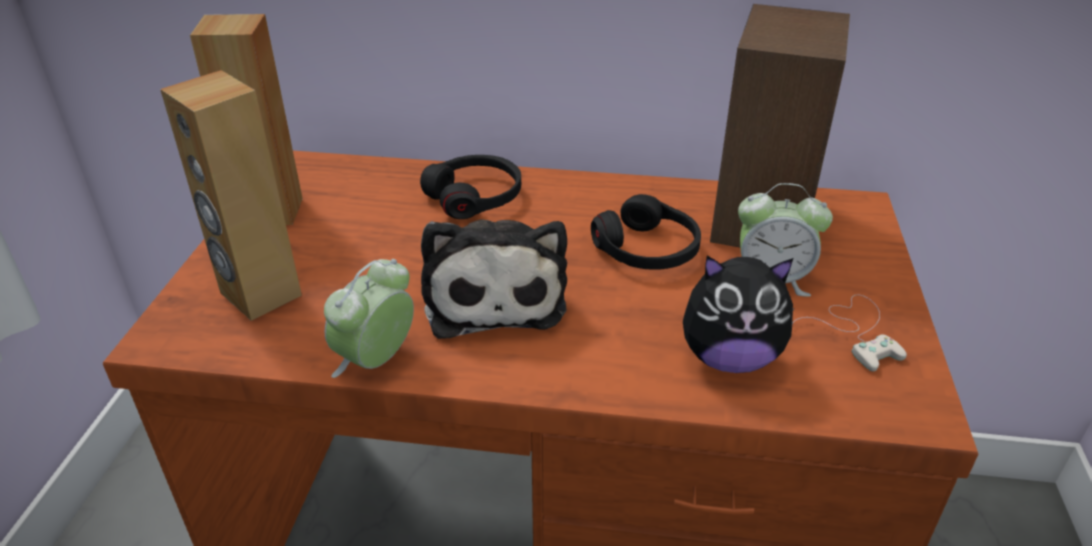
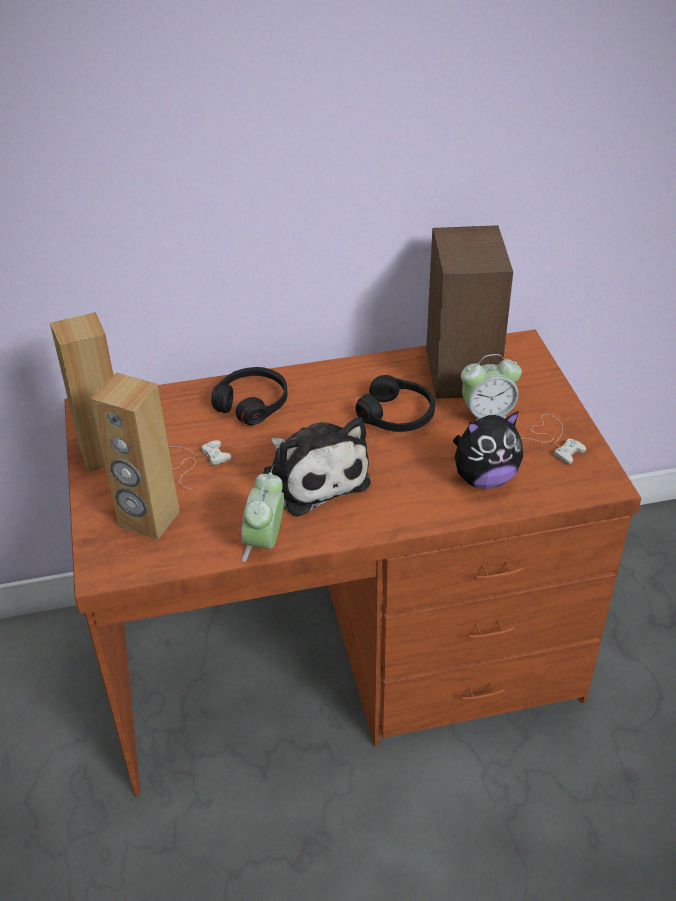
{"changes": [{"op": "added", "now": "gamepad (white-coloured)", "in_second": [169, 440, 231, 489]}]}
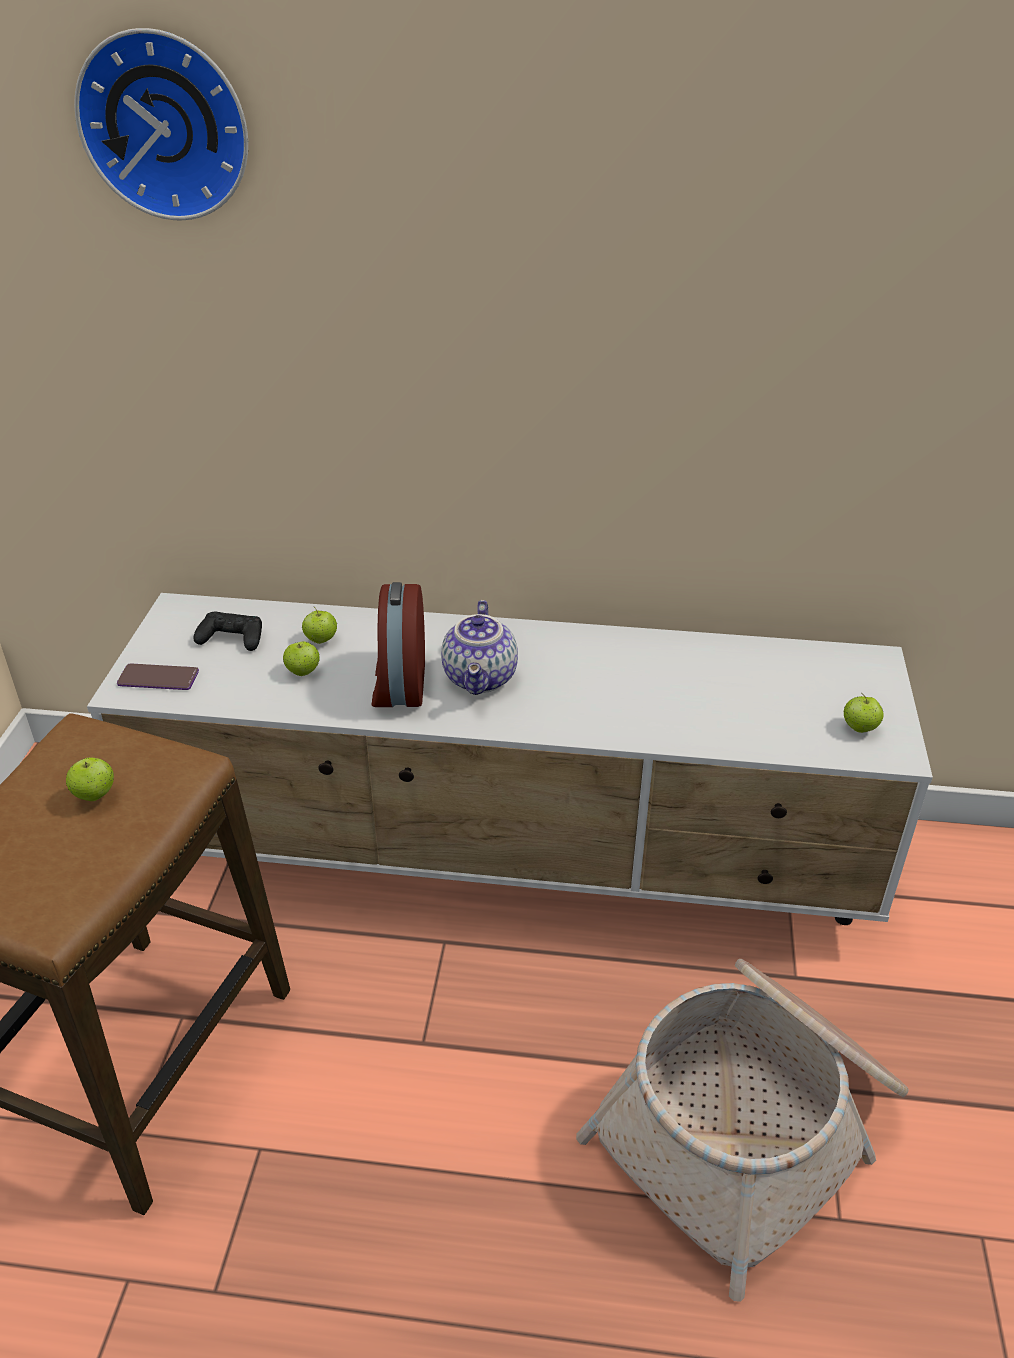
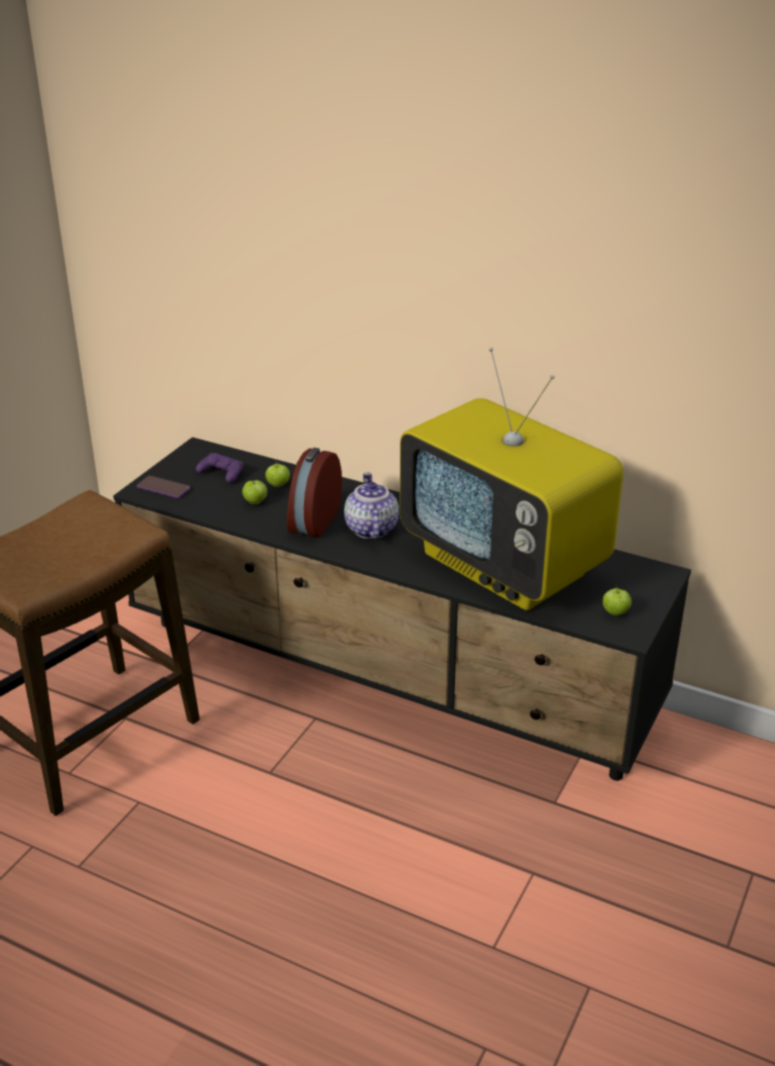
{"changes": [{"op": "recoloured", "was": "tv stand (white-coloured)", "now": "tv stand (blackish)", "in_first": [87, 593, 933, 925], "in_second": [113, 437, 691, 781]}, {"op": "recoloured", "was": "gamepad (blackish)", "now": "gamepad (purplish)", "in_first": [193, 612, 262, 651], "in_second": [196, 453, 244, 483]}, {"op": "turned", "was": "tea pot", "in_first": [441, 600, 518, 695], "in_second": [344, 473, 399, 539], "clockwise": 150}, {"op": "added", "now": "television", "in_second": [400, 347, 624, 611]}, {"op": "removed", "was": "apple", "in_first": [66, 757, 114, 801]}, {"op": "removed", "was": "hanging clock", "in_first": [74, 28, 248, 220]}, {"op": "removed", "was": "basket", "in_first": [576, 959, 909, 1302]}]}
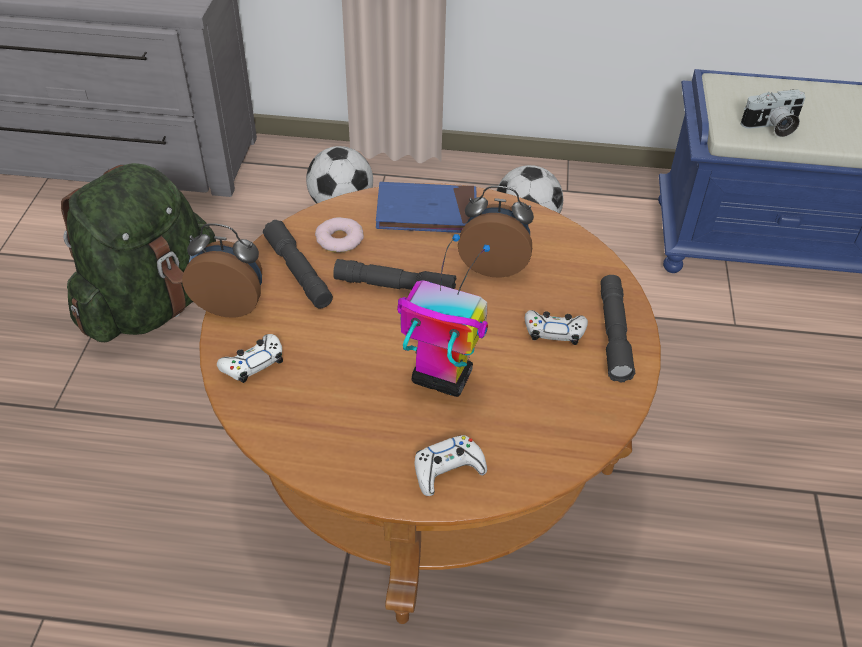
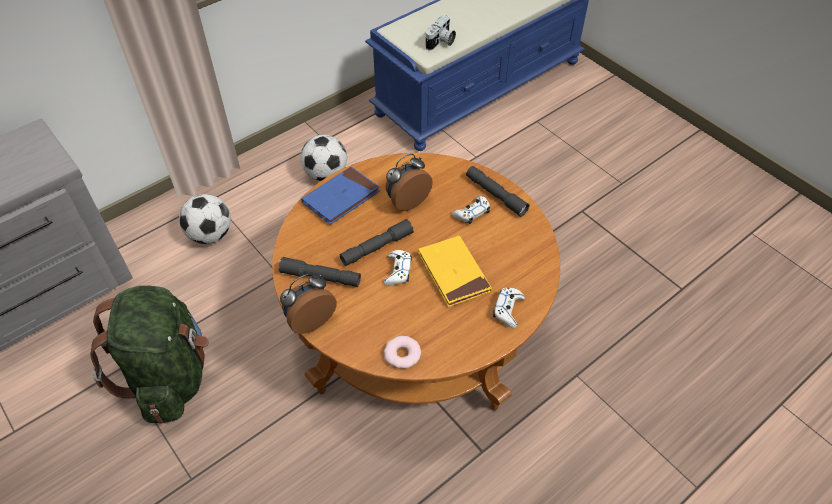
{"changes": [{"op": "moved", "was": "gamepad (white-coloured)", "in_first": [217, 334, 283, 383], "in_second": [384, 250, 412, 286]}, {"op": "moved", "was": "donut", "in_first": [315, 217, 364, 253], "in_second": [384, 336, 421, 369]}, {"op": "replaced", "was": "robot figure", "now": "volume (yellowish)", "in_first": [397, 234, 490, 397], "in_second": [418, 236, 492, 307]}]}
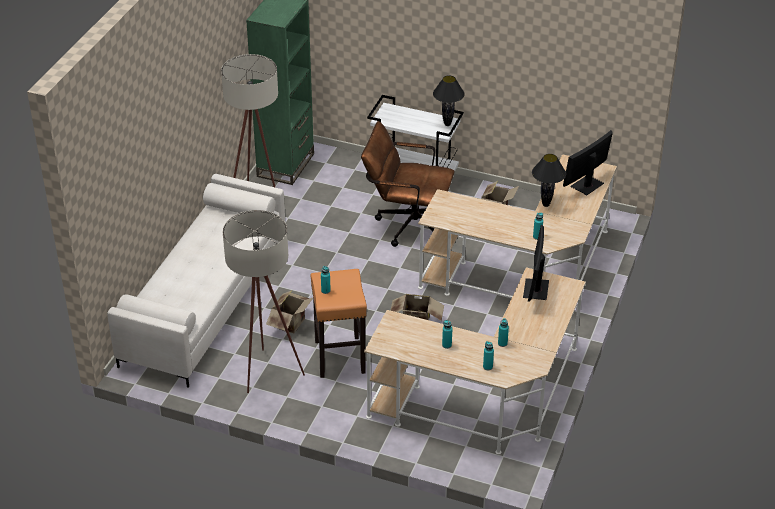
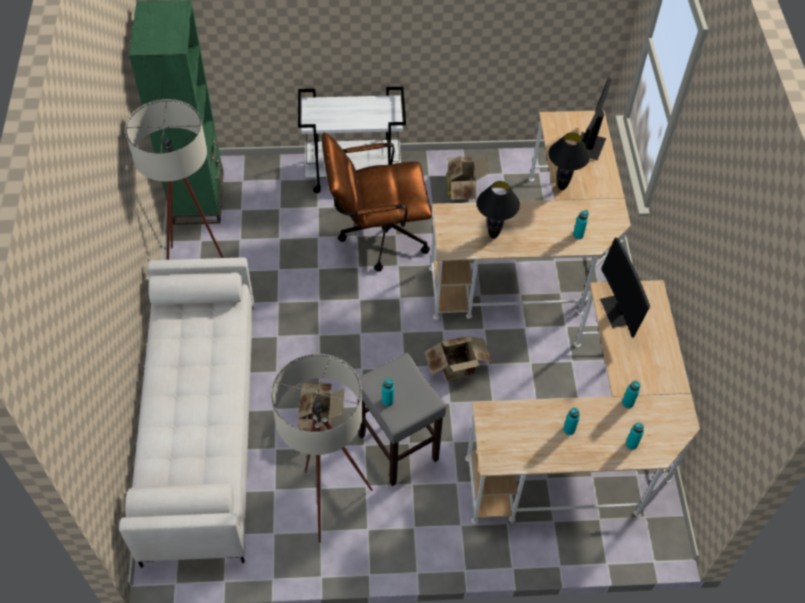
{"changes": [{"op": "recoloured", "was": "stool seat (orange)", "now": "stool seat (greyish)", "in_first": [310, 269, 367, 378], "in_second": [357, 353, 446, 486]}, {"op": "moved", "was": "lamp for a table (blackish)", "in_first": [433, 75, 465, 126], "in_second": [477, 181, 520, 239]}]}
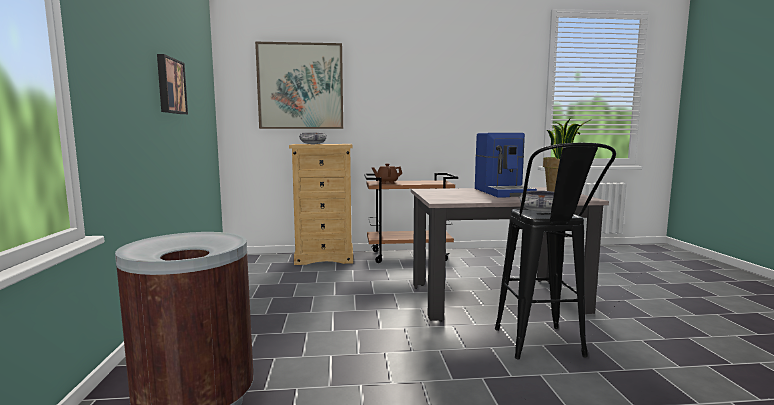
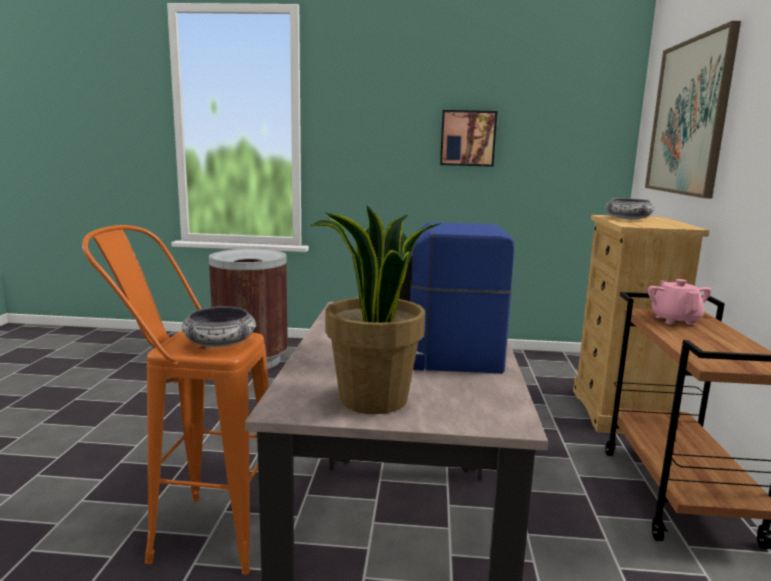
{"changes": [{"op": "recoloured", "was": "stool seat (blackish)", "now": "stool seat (orange)", "in_first": [495, 143, 616, 360], "in_second": [82, 225, 269, 575]}, {"op": "recoloured", "was": "tea pot (brownish)", "now": "tea pot (pinkish)", "in_first": [372, 163, 402, 184], "in_second": [648, 279, 712, 325]}]}
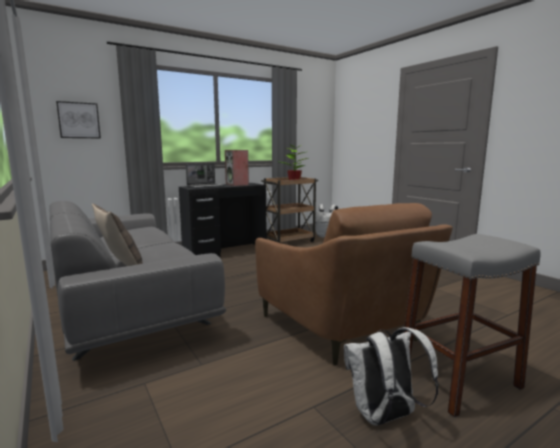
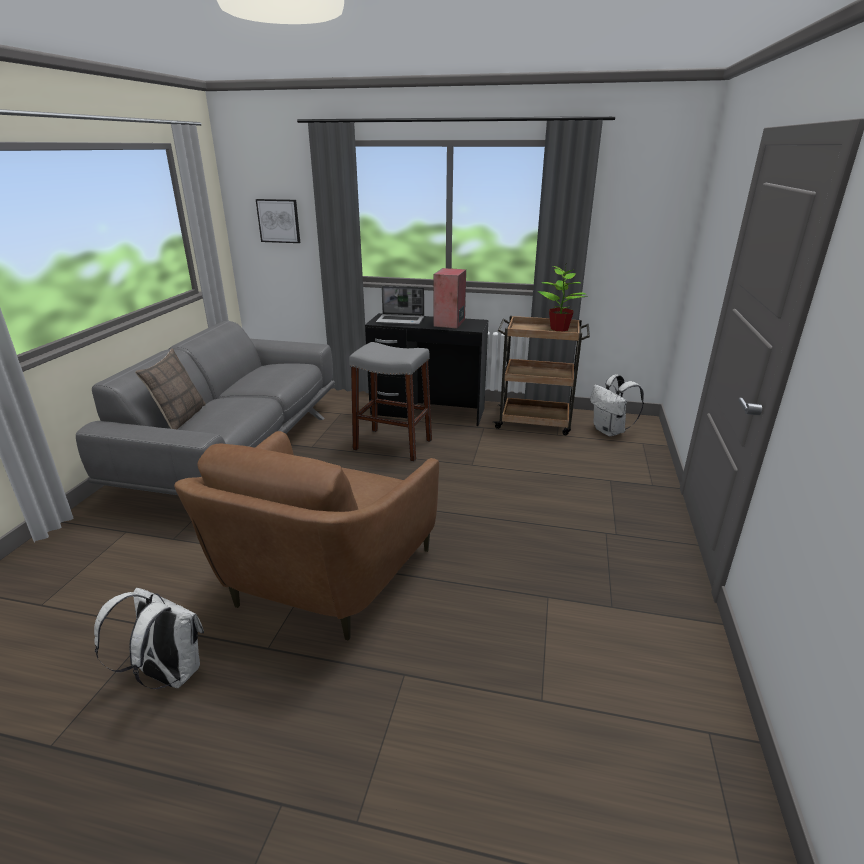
{"changes": [{"op": "moved", "was": "stool seat (greyish)", "in_first": [404, 234, 541, 418], "in_second": [349, 342, 432, 462]}]}
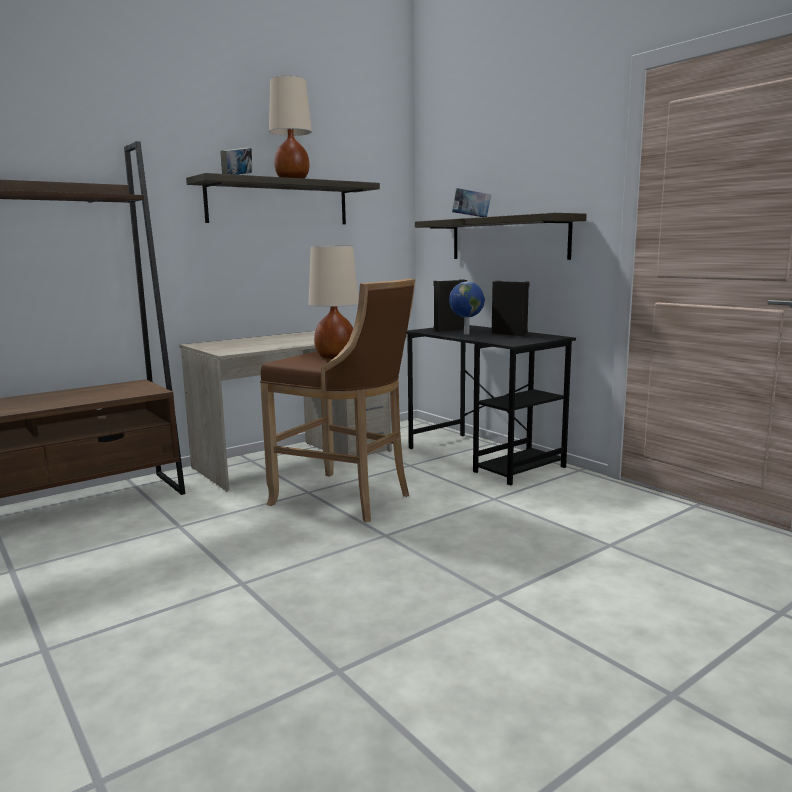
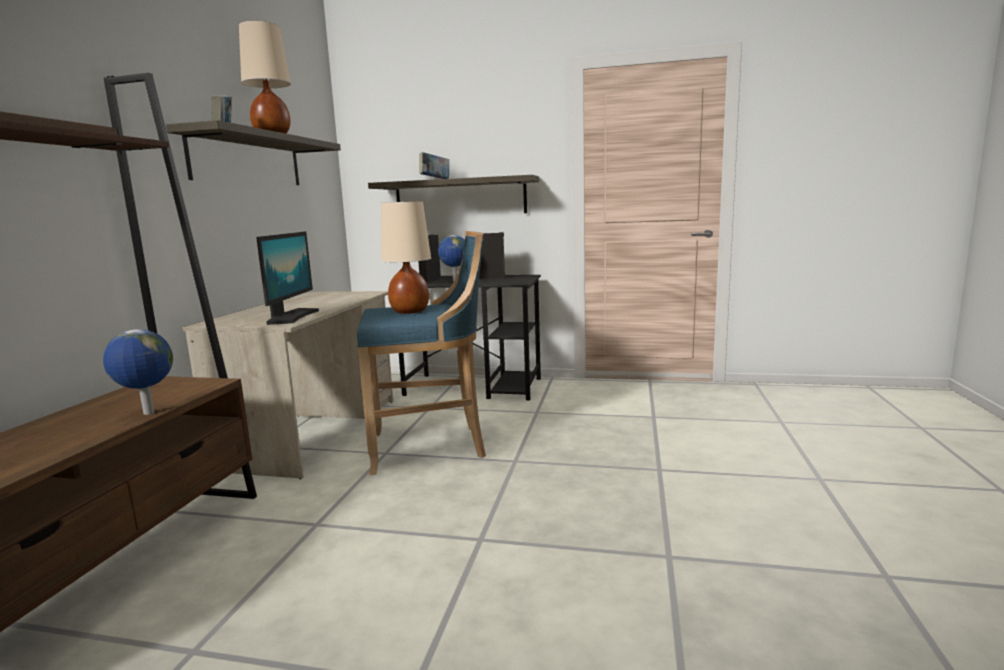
{"changes": [{"op": "added", "now": "globe", "in_second": [103, 329, 173, 415]}, {"op": "added", "now": "computer screen", "in_second": [256, 231, 319, 325]}, {"op": "recoloured", "was": "stool seat (brownish)", "now": "stool seat (blue-coloured)", "in_first": [260, 279, 416, 523], "in_second": [357, 231, 486, 476]}]}
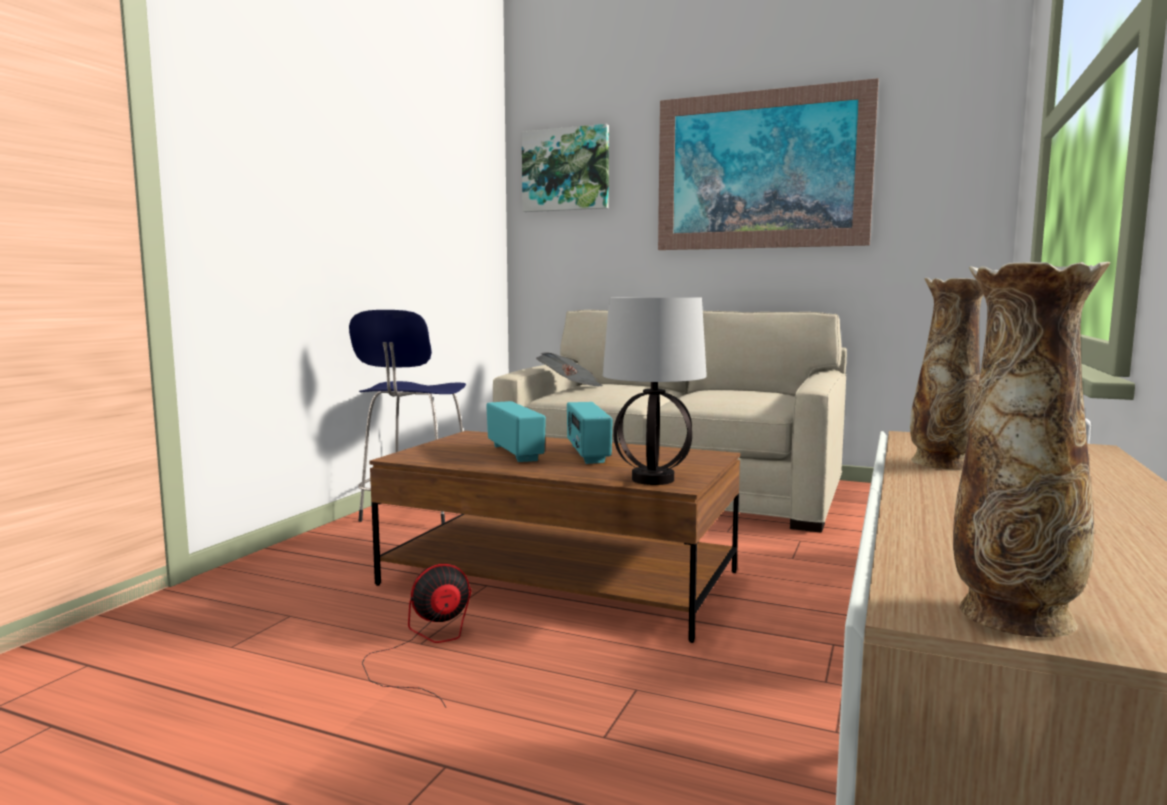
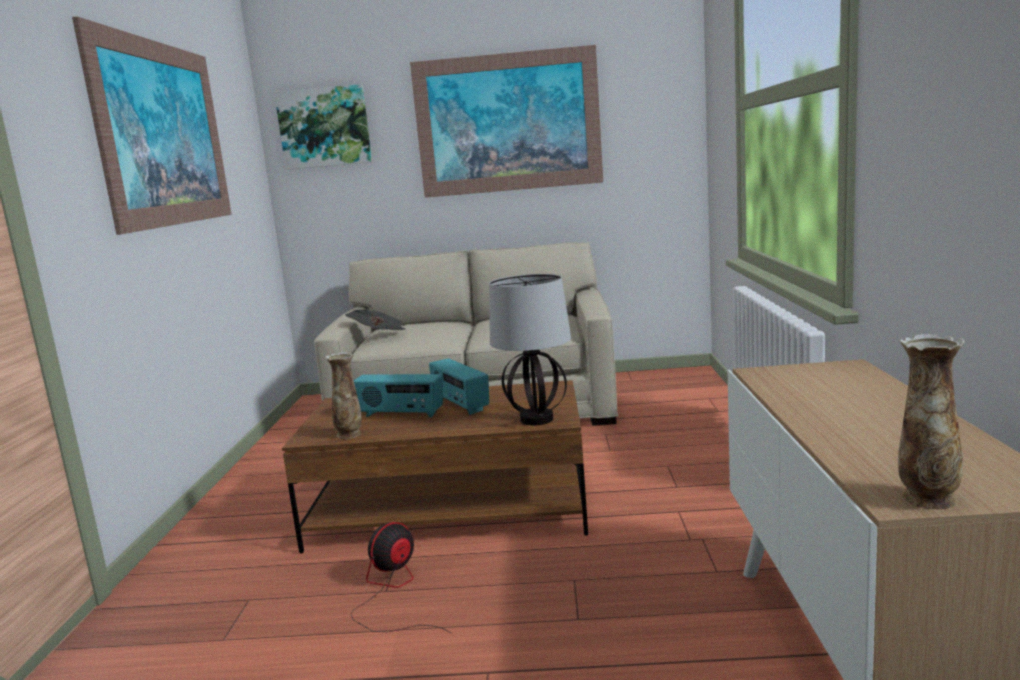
{"changes": [{"op": "added", "now": "wall art", "in_second": [72, 17, 232, 235]}, {"op": "moved", "was": "vase", "in_first": [910, 278, 983, 469], "in_second": [326, 352, 362, 439]}, {"op": "turned", "was": "radio set", "in_first": [486, 401, 546, 462], "in_second": [353, 374, 443, 418], "clockwise": 150}, {"op": "removed", "was": "stool seat (blue-coloured)", "in_first": [349, 310, 466, 524]}]}
